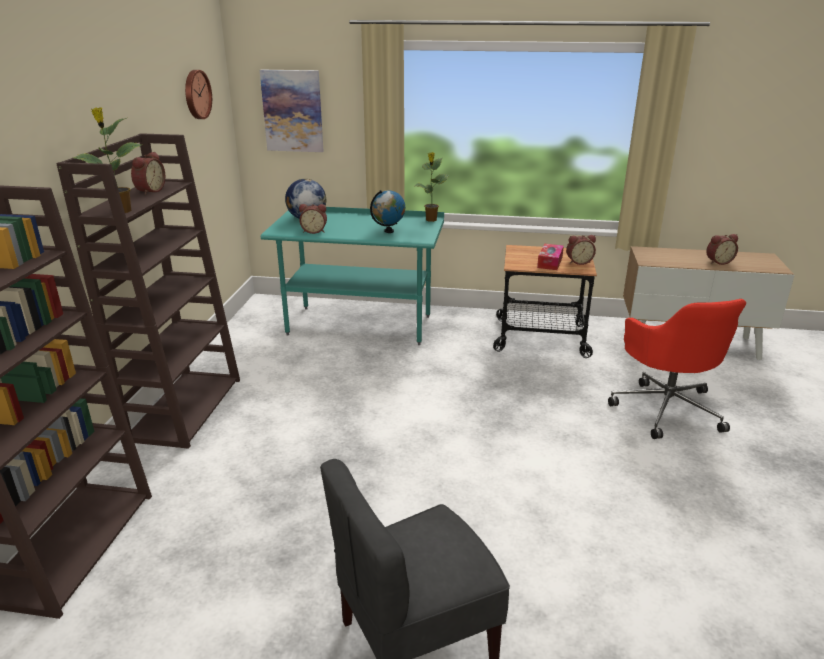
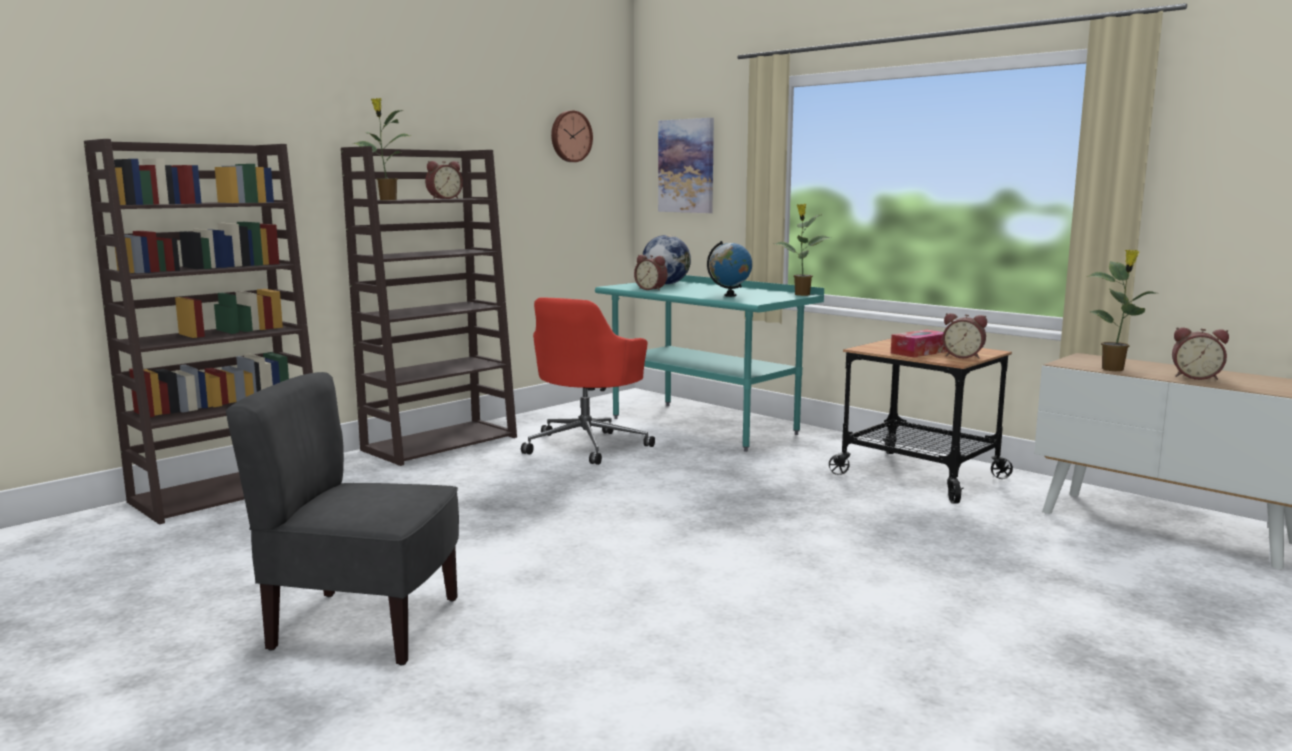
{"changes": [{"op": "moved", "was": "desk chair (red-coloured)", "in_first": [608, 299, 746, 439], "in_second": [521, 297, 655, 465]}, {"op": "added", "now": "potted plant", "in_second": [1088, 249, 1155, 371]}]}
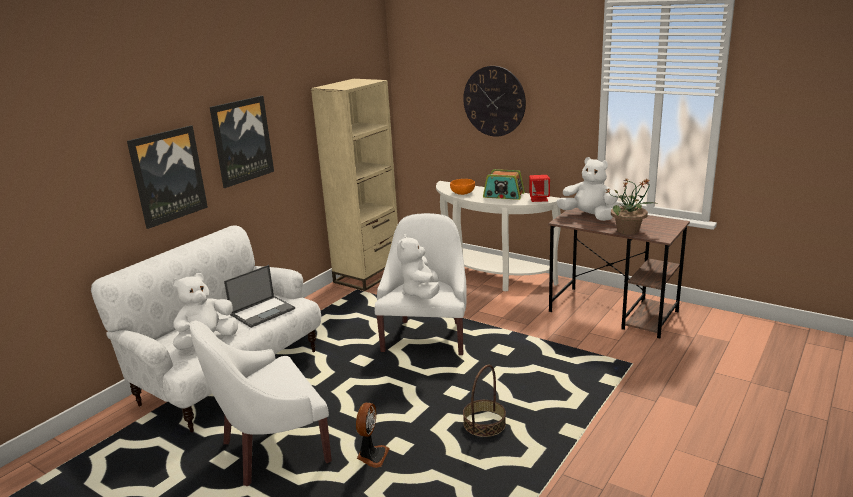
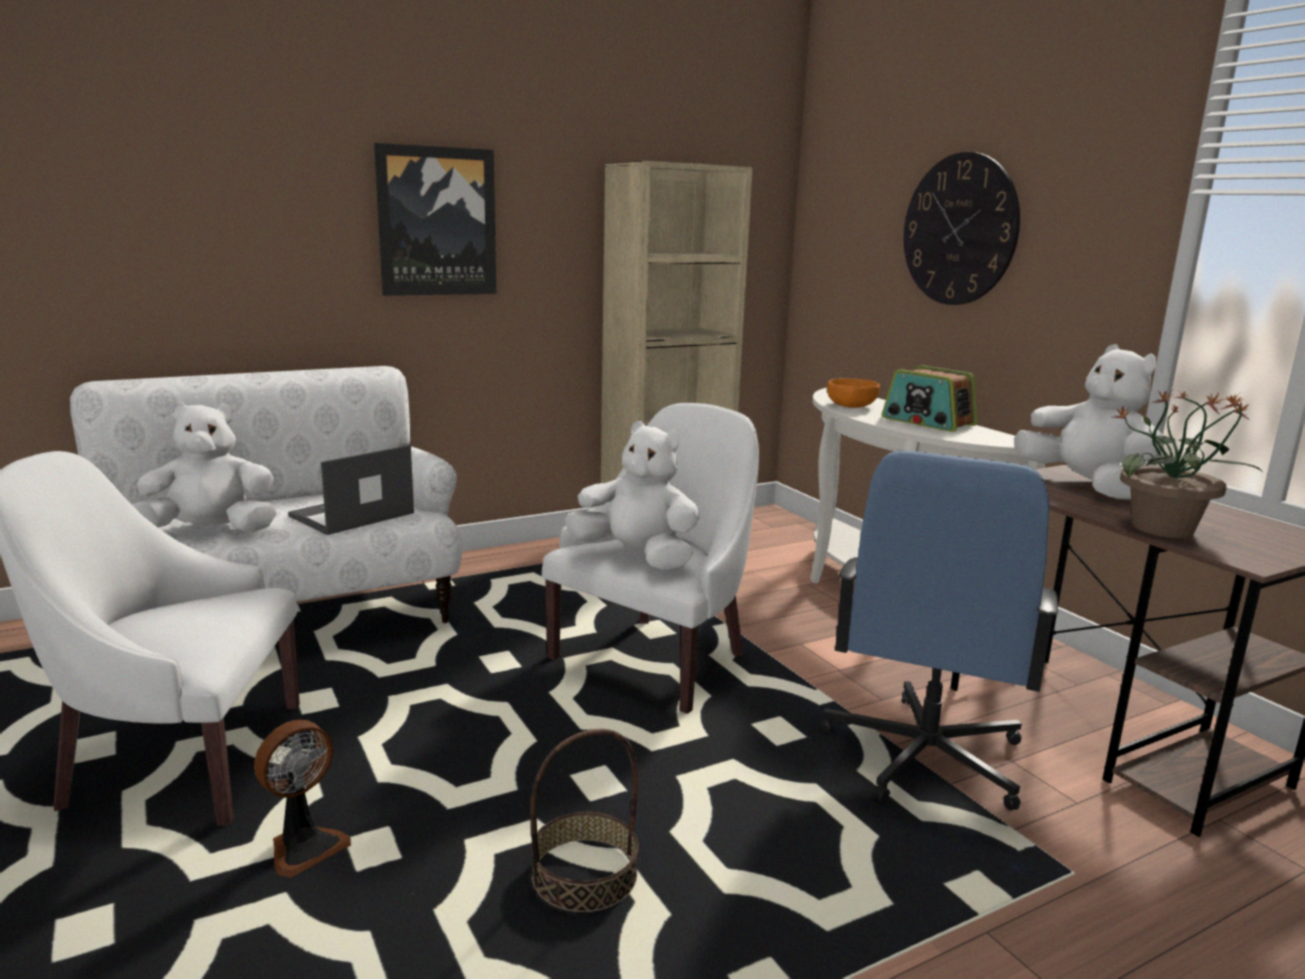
{"changes": [{"op": "turned", "was": "notebook computer", "in_first": [224, 265, 295, 328], "in_second": [288, 445, 414, 535], "clockwise": 150}, {"op": "turned", "was": "plush toy (white-coloured)", "in_first": [397, 234, 440, 299], "in_second": [565, 421, 699, 570], "clockwise": 90}, {"op": "added", "now": "desk chair (blue-coloured)", "in_second": [820, 451, 1058, 811]}, {"op": "removed", "was": "wall art", "in_first": [127, 125, 208, 229]}, {"op": "removed", "was": "audio speaker (red-coloured)", "in_first": [529, 175, 550, 202]}]}
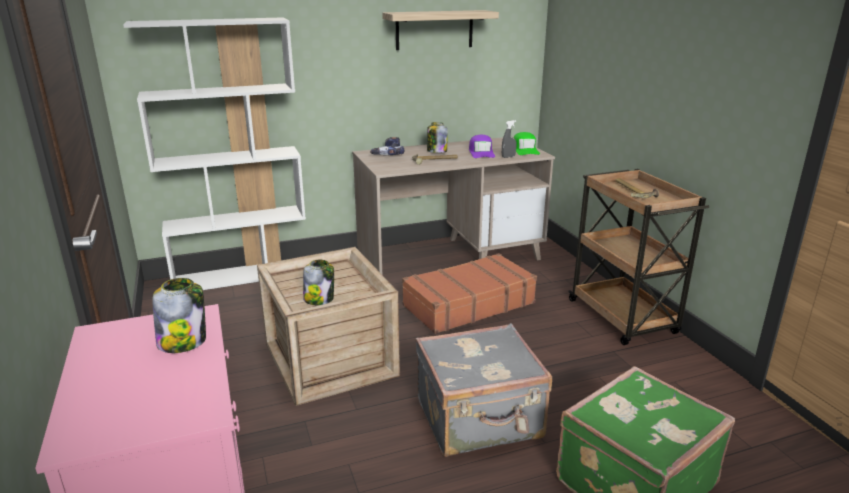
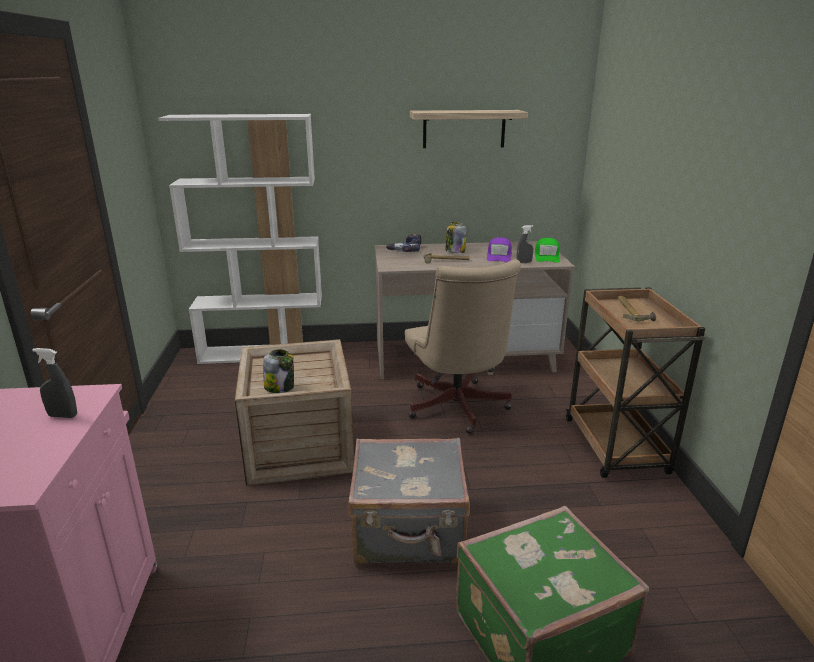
{"changes": [{"op": "replaced", "was": "storage jar", "now": "spray bottle (greyish)", "in_first": [152, 278, 206, 353], "in_second": [32, 348, 77, 418]}, {"op": "replaced", "was": "piece of luggage (brownish)", "now": "desk chair (beige-coloured)", "in_first": [402, 253, 537, 334], "in_second": [405, 260, 521, 434]}]}
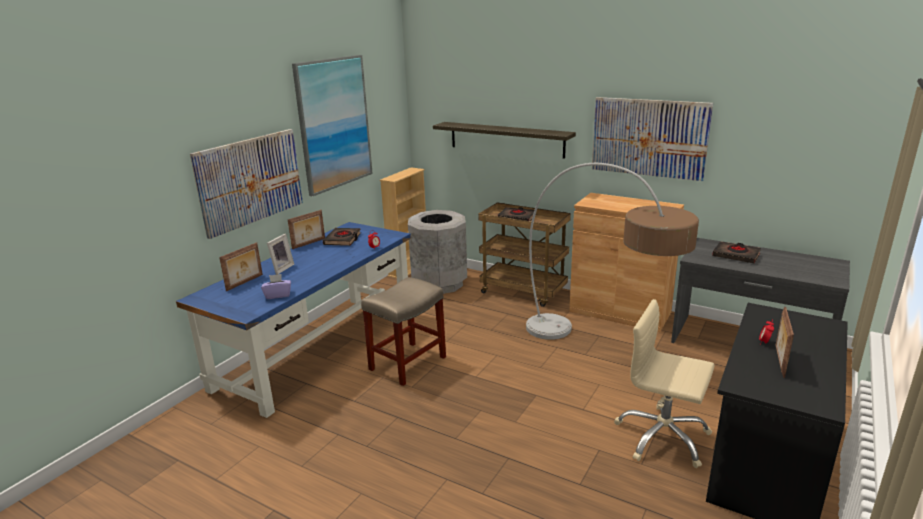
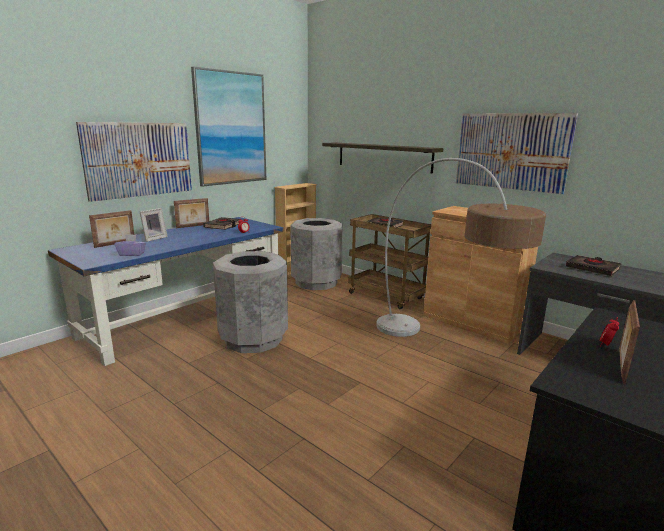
{"changes": [{"op": "replaced", "was": "stool seat (beige-coloured)", "now": "trash can (greyish)", "in_first": [361, 277, 446, 386], "in_second": [213, 251, 288, 353]}, {"op": "removed", "was": "desk chair (beige-coloured)", "in_first": [614, 299, 715, 468]}]}
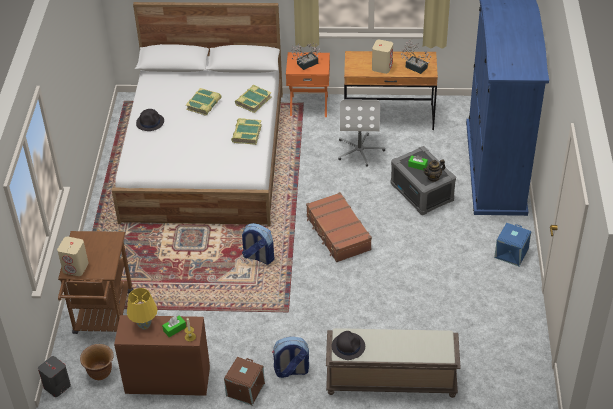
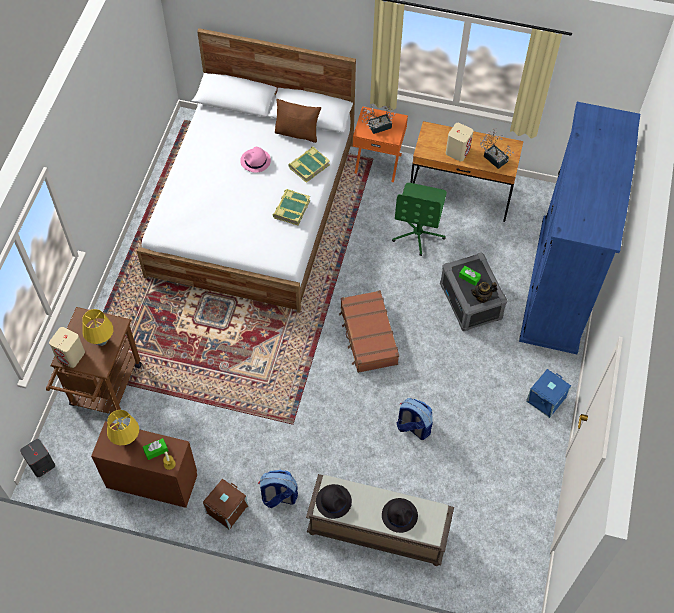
{"changes": [{"op": "added", "now": "lamp for a table (yellowish)", "in_second": [82, 309, 113, 346]}, {"op": "replaced", "was": "volume", "now": "clothing hat (pinkish)", "in_first": [186, 88, 221, 116], "in_second": [240, 147, 271, 173]}, {"op": "added", "now": "pillow (brownish)", "in_second": [275, 99, 321, 143]}, {"op": "moved", "was": "clothing hat (blackish)", "in_first": [136, 109, 164, 131], "in_second": [382, 498, 418, 533]}, {"op": "recoloured", "was": "desk chair (white-coloured)", "now": "desk chair (green-coloured)", "in_first": [338, 99, 385, 167], "in_second": [392, 183, 447, 256]}, {"op": "moved", "was": "knapsack", "in_first": [242, 223, 274, 265], "in_second": [397, 398, 433, 440]}, {"op": "removed", "was": "planter (brownish)", "in_first": [80, 344, 114, 380]}]}
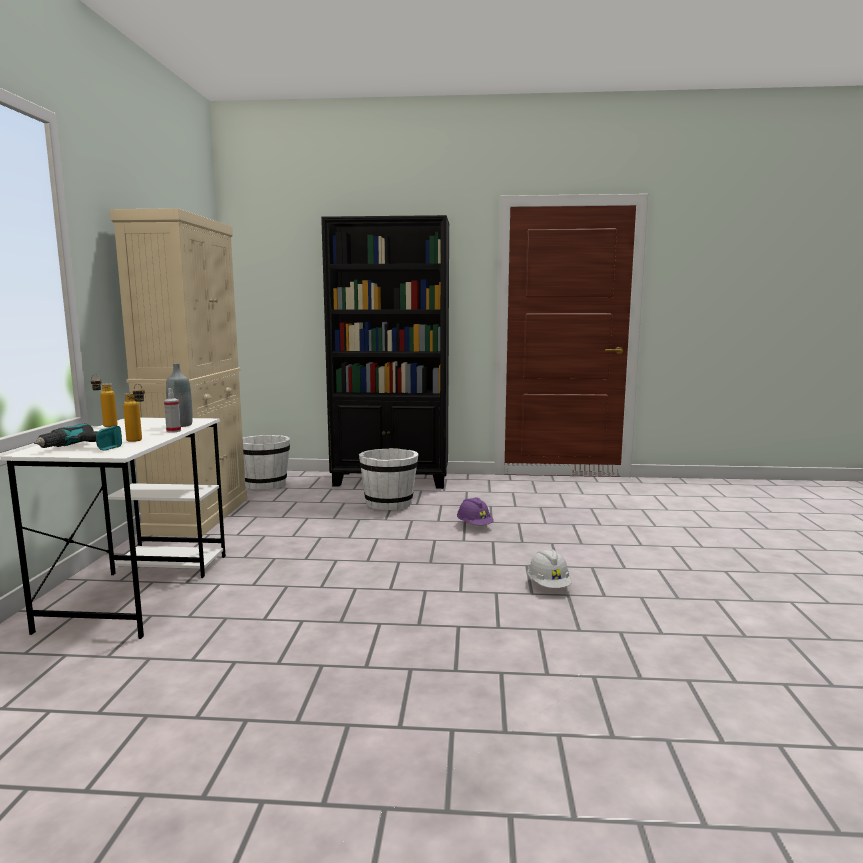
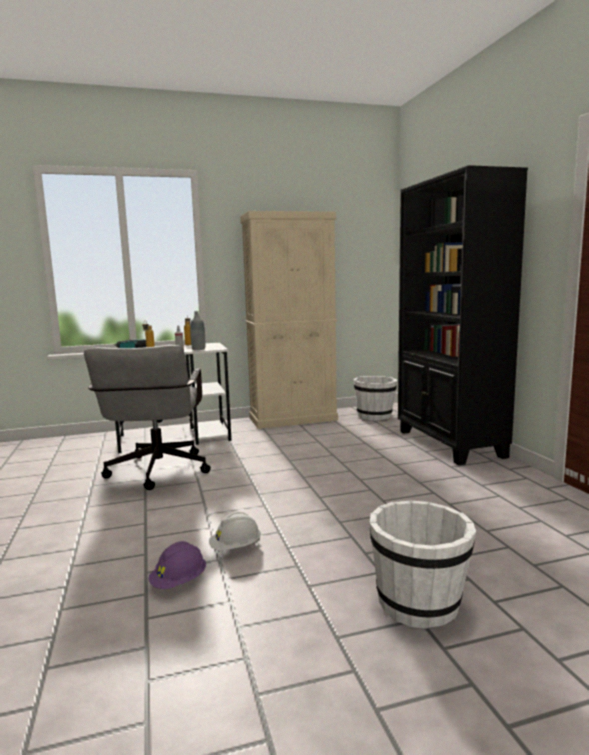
{"changes": [{"op": "added", "now": "desk chair (greyish)", "in_second": [84, 345, 211, 490]}, {"op": "moved", "was": "hard hat (purplish)", "in_first": [457, 497, 494, 525], "in_second": [148, 541, 206, 589]}, {"op": "moved", "was": "bucket (white-coloured)", "in_first": [359, 448, 419, 510], "in_second": [370, 500, 476, 629]}]}
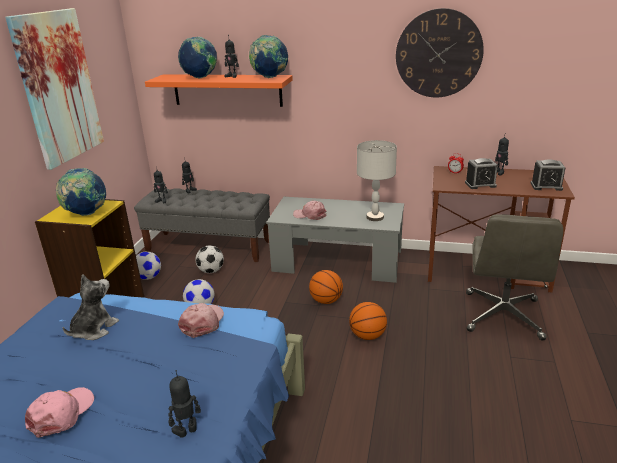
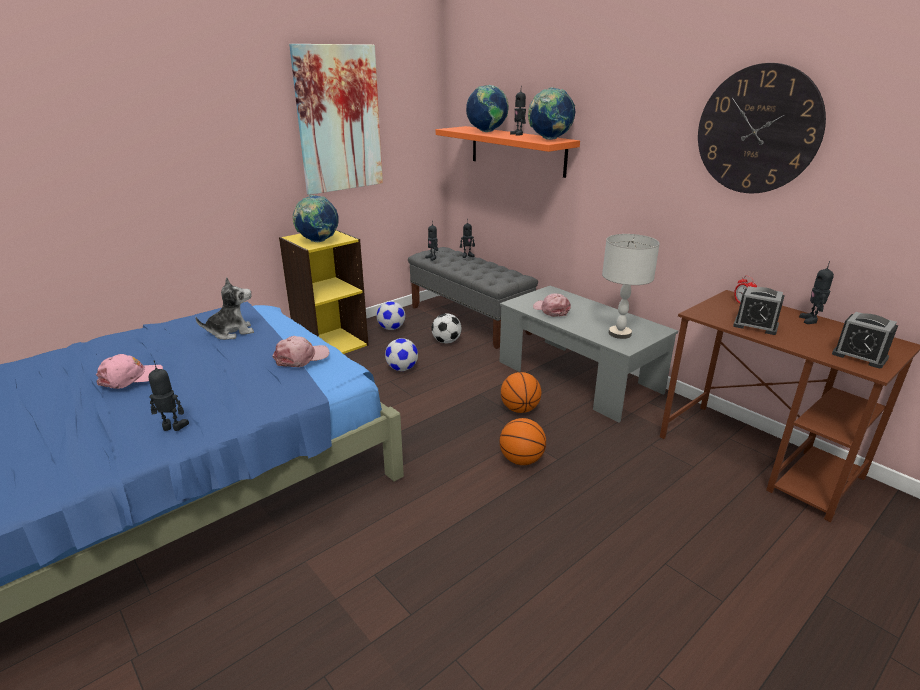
{"changes": [{"op": "removed", "was": "desk chair (greyish)", "in_first": [466, 214, 563, 340]}]}
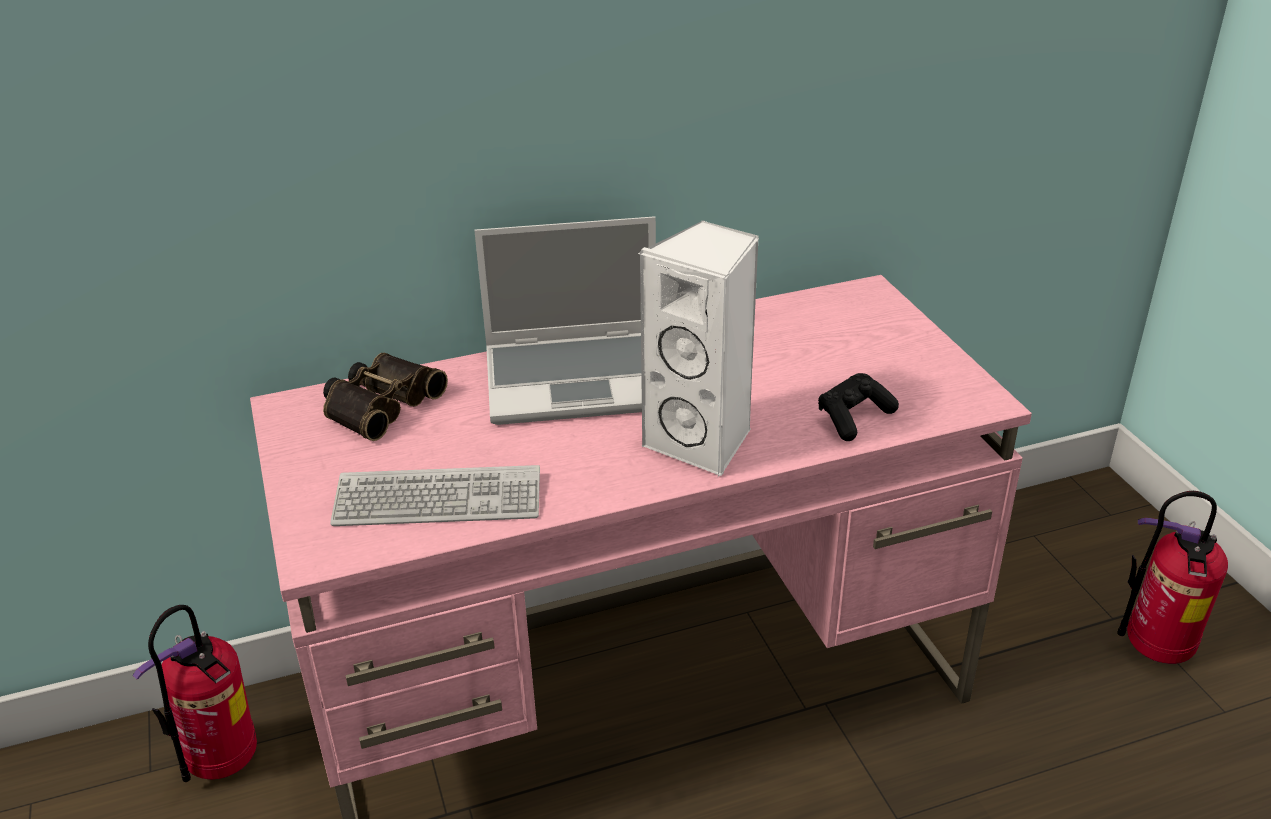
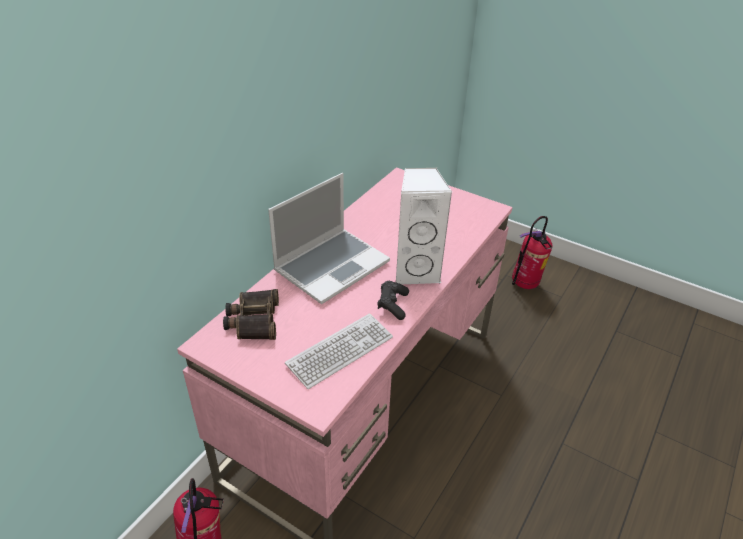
{"changes": [{"op": "moved", "was": "gamepad (blackish)", "in_first": [818, 373, 899, 441], "in_second": [377, 281, 409, 320]}]}
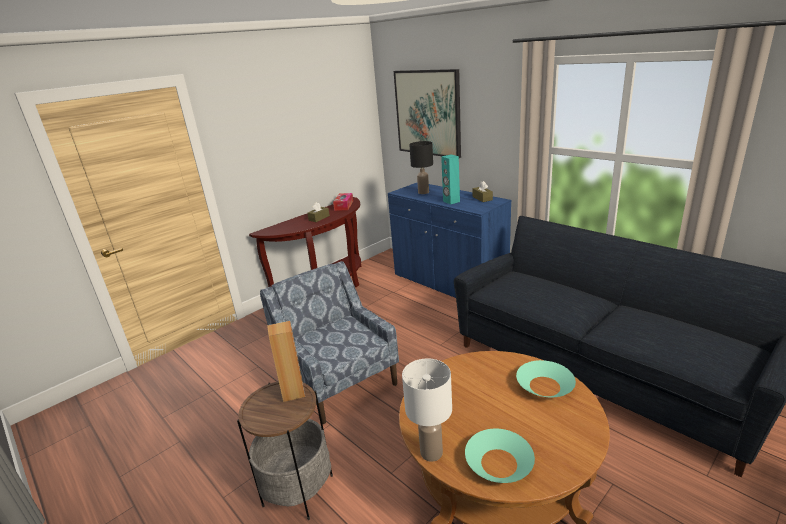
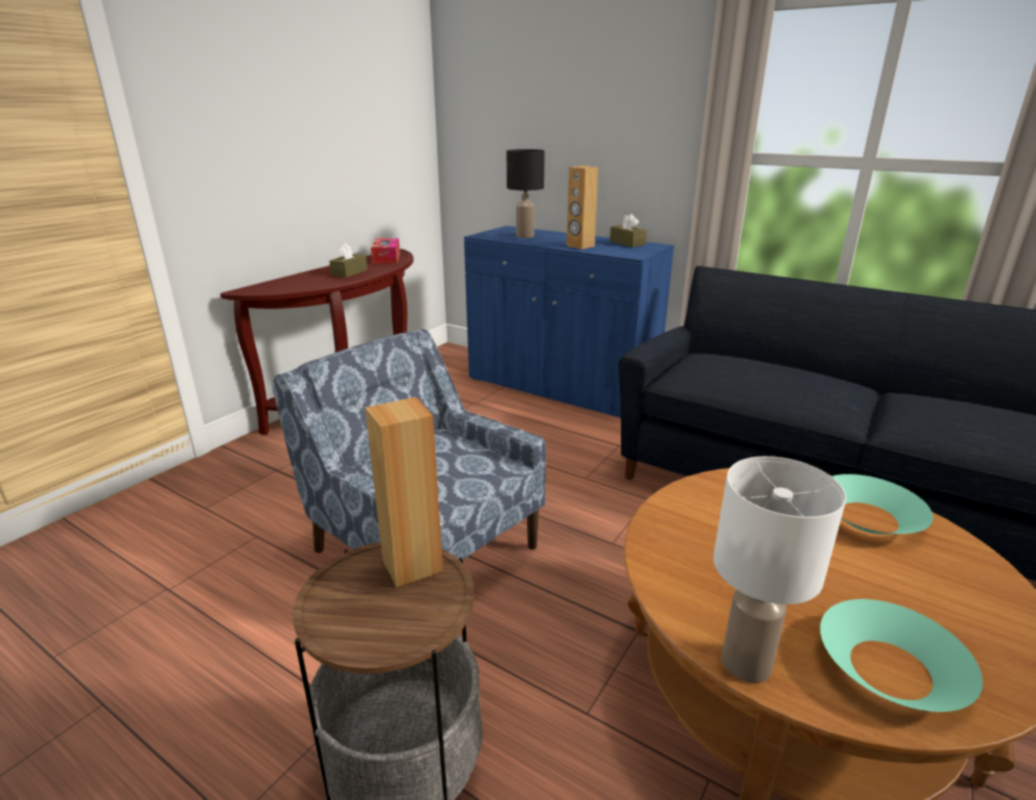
{"changes": [{"op": "recoloured", "was": "audio speaker (turquoise)", "now": "audio speaker (brownish)", "in_first": [441, 154, 460, 205], "in_second": [566, 166, 598, 249]}, {"op": "removed", "was": "wall art", "in_first": [394, 69, 461, 158]}]}
